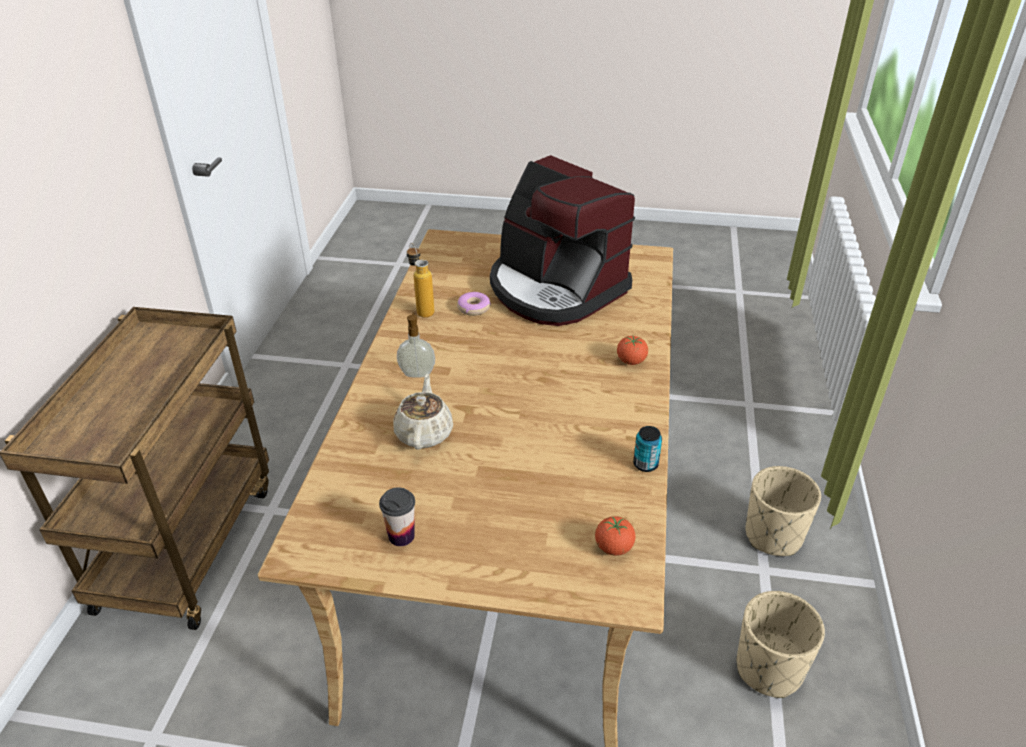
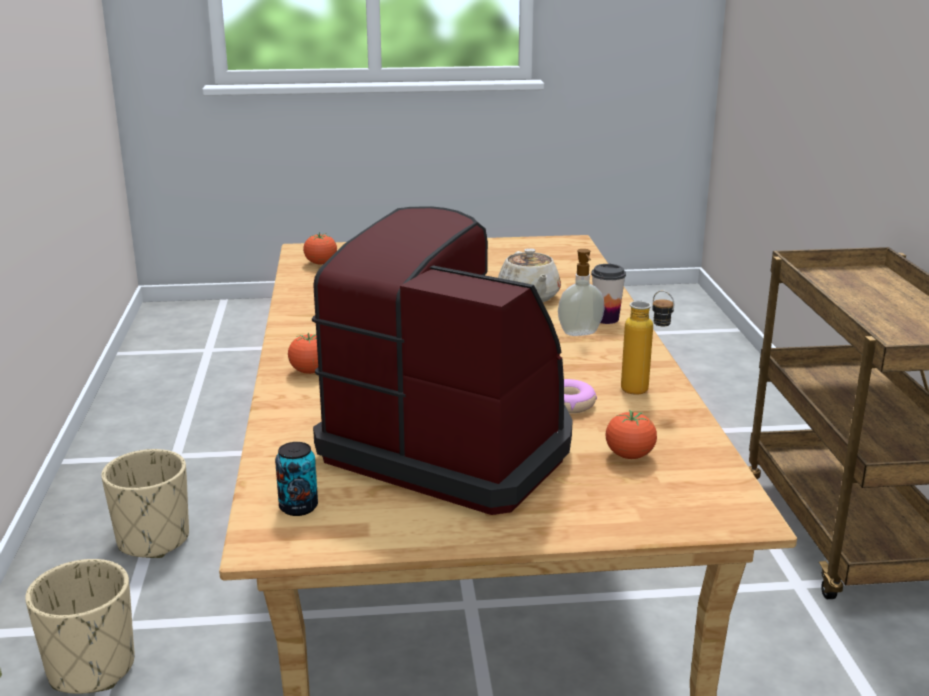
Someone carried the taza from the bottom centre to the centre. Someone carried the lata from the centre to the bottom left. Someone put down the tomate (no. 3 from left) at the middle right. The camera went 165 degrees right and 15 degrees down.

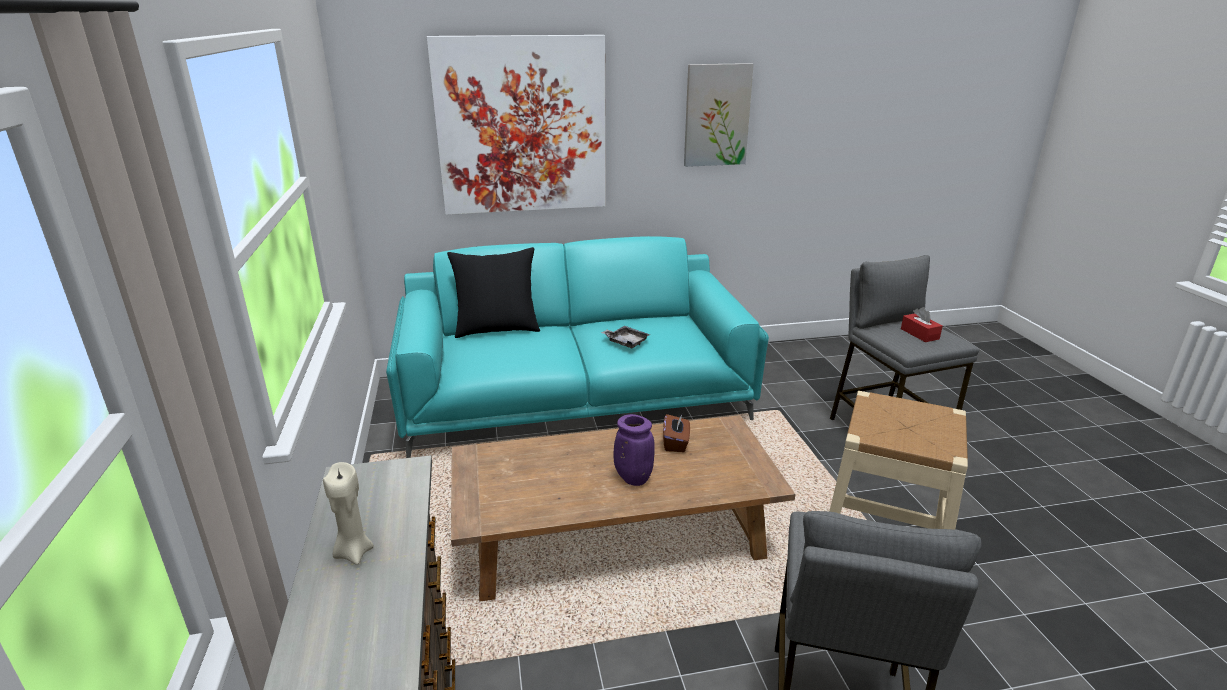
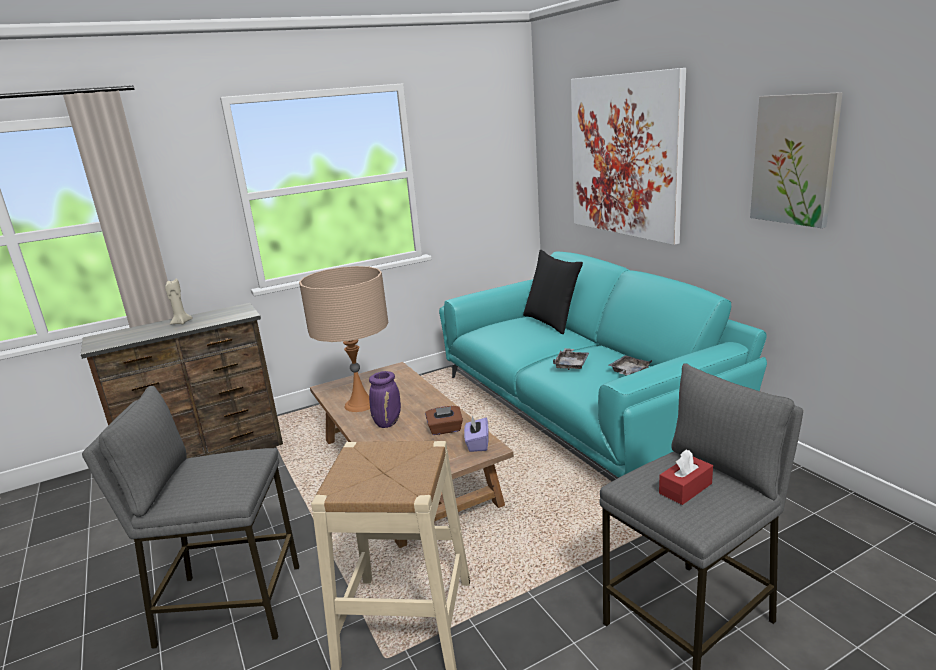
Someone put down the lámpara de mesa [beis] at the centre. Someone put down the caja de pañuelos [morado] at the centre. Someone put down the bandeja [gris] (no. 2 from left) at the middle right. The camera went 75 degrees right and 5 degrees down.

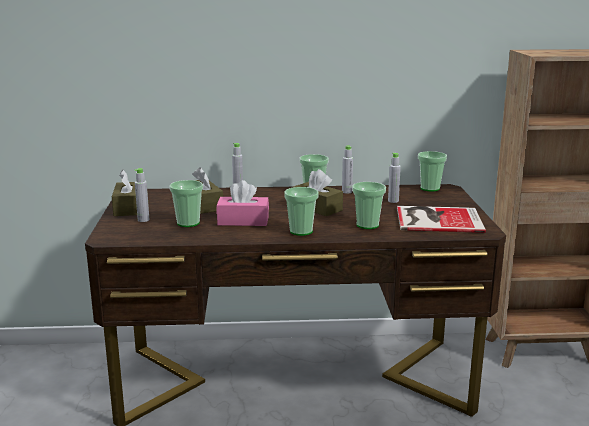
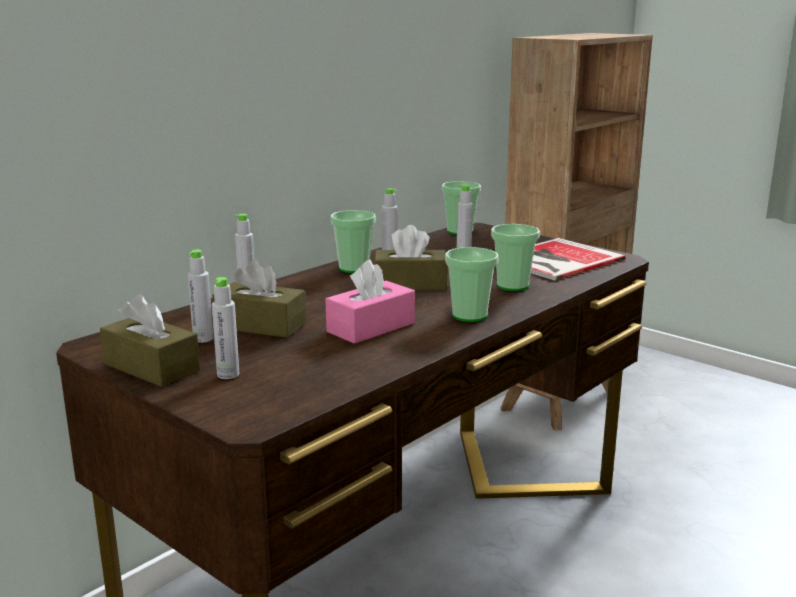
Someone took away the taza (no. 1 from left) at the middle left. Someone put down the botella [gris] (no. 1 from left) at the middle left. The camera went 45 degrees left and 0 degrees up.

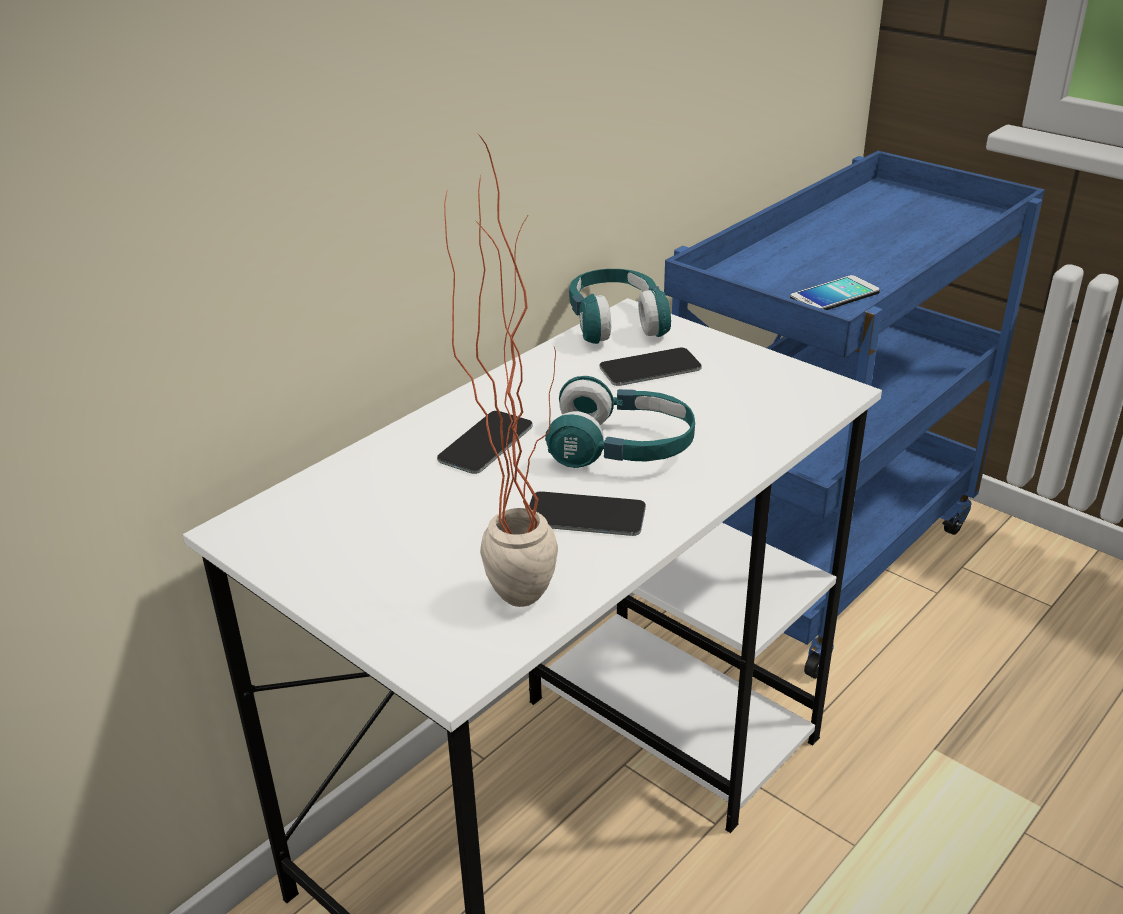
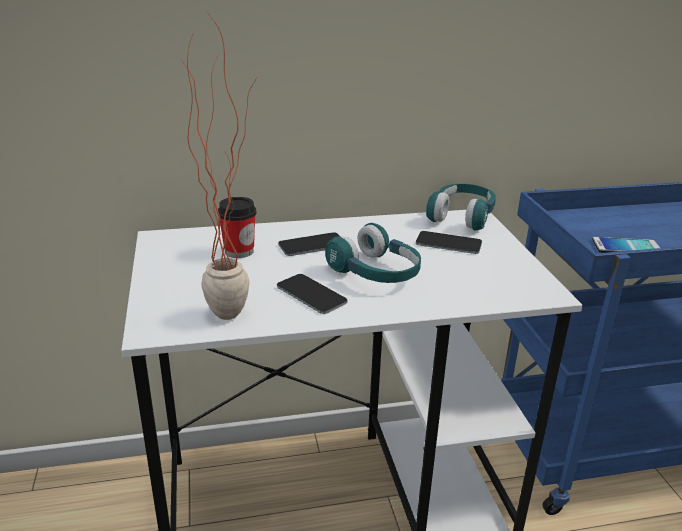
Someone put down the taza at the centre. The camera went 35 degrees right and 5 degrees down.

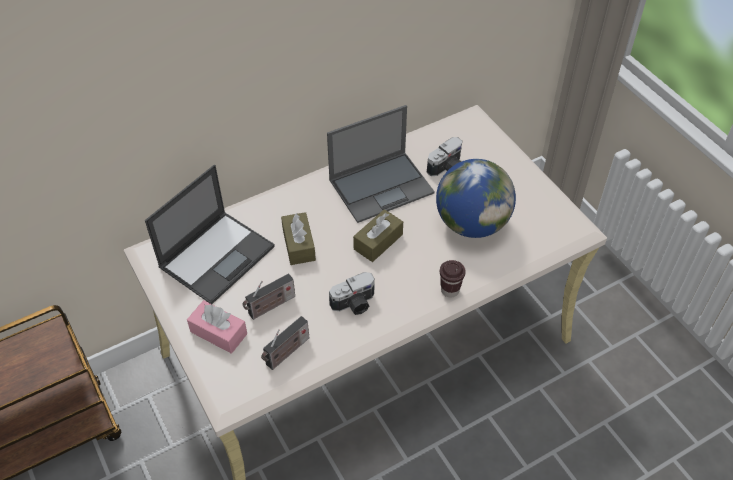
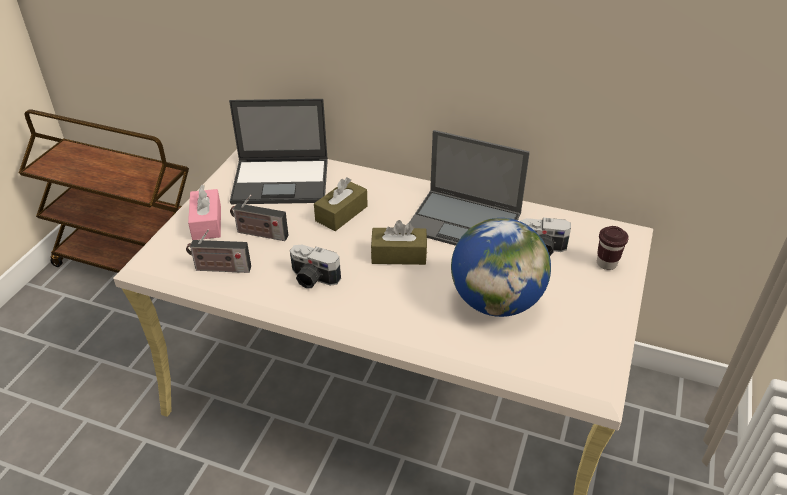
Someone carried the taza [marrón] from the centre to the middle right. The camera went 50 degrees right and 10 degrees down.

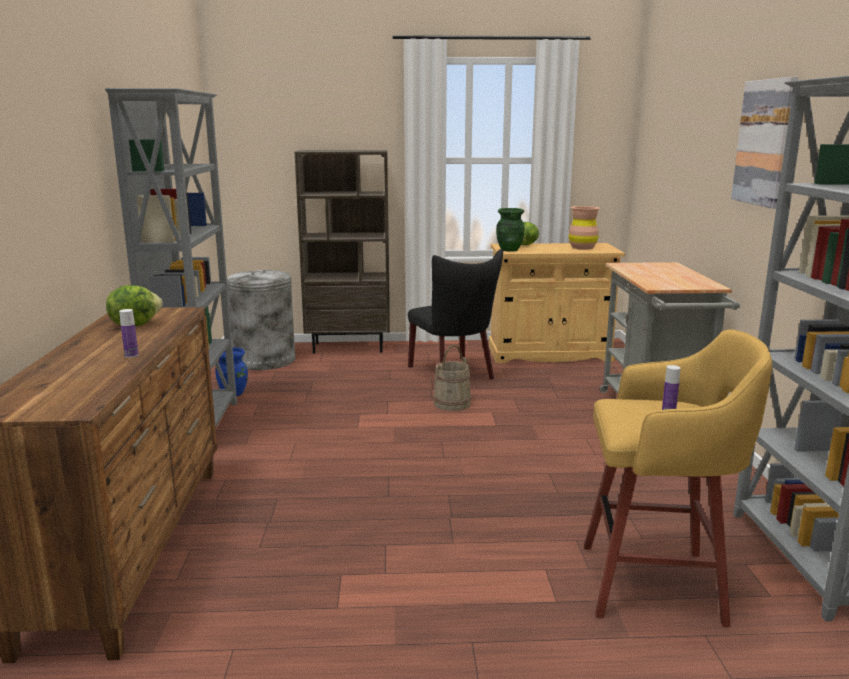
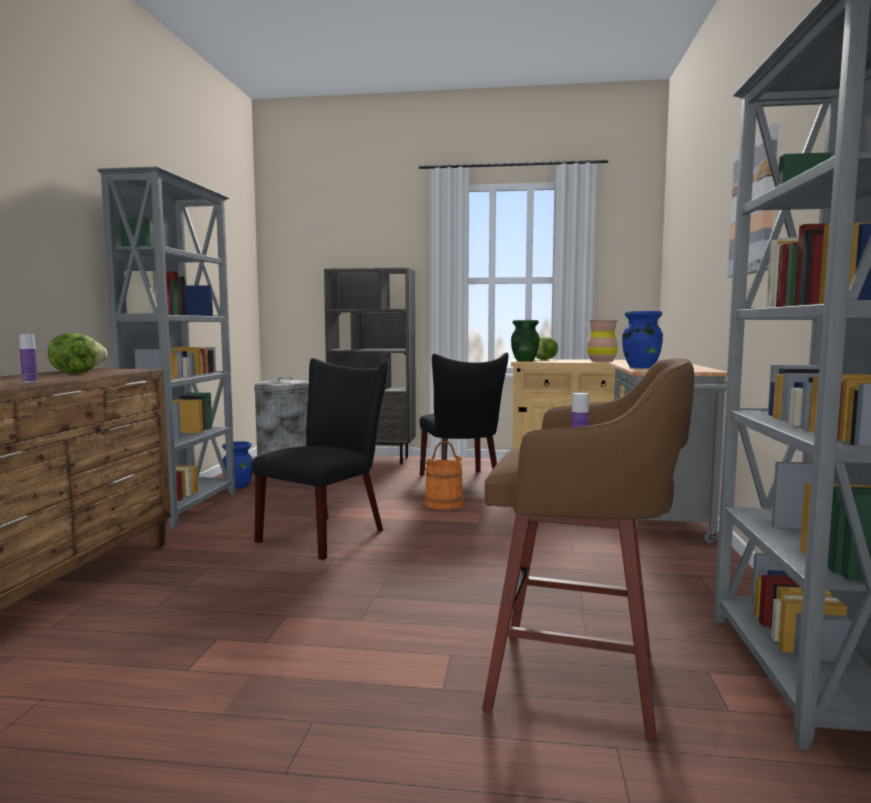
Someone repainted the cubo [beis] at the centre, which became the cubo [naranja] at the centre. Someone repainted the taburete [amarillo] at the bottom right, which became the taburete [marrón] at the bottom right. Someone put down the silla [negro] (no. 1 from left) at the centre. Someone put down the florero [azul] (no. 2 from left) at the middle right. The camera went 10 degrees right and 10 degrees down.

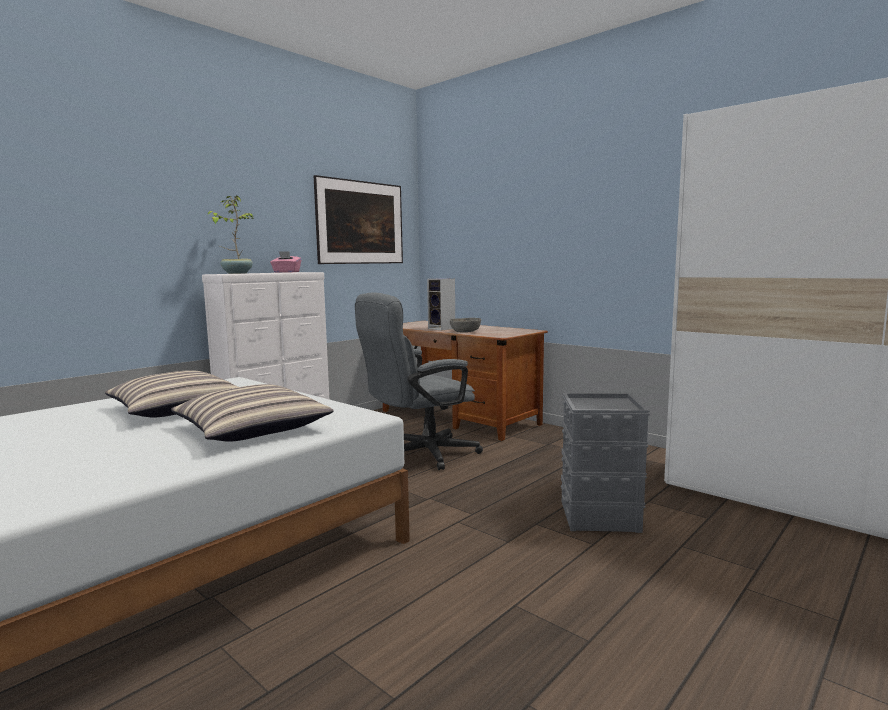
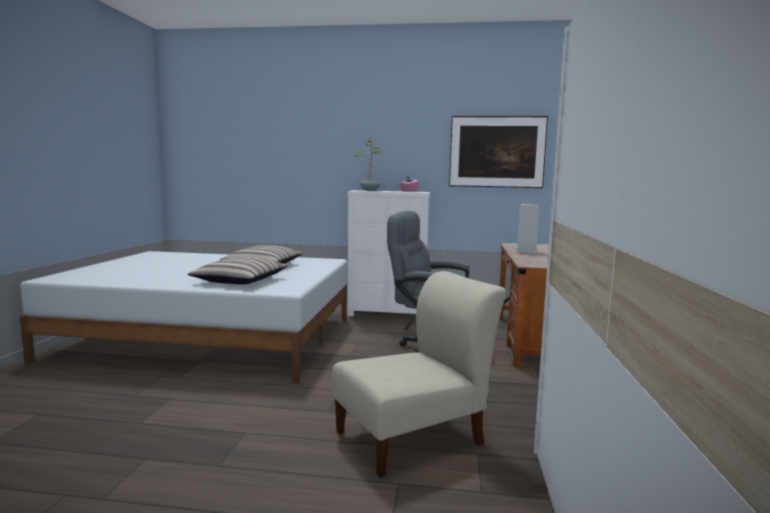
Someone took away the cuenco [gris] at the centre. Someone swapped the caja de almacenaje [gris] at the middle right for the silla [beis] at the bottom centre. The camera went 55 degrees right and 0 degrees up.

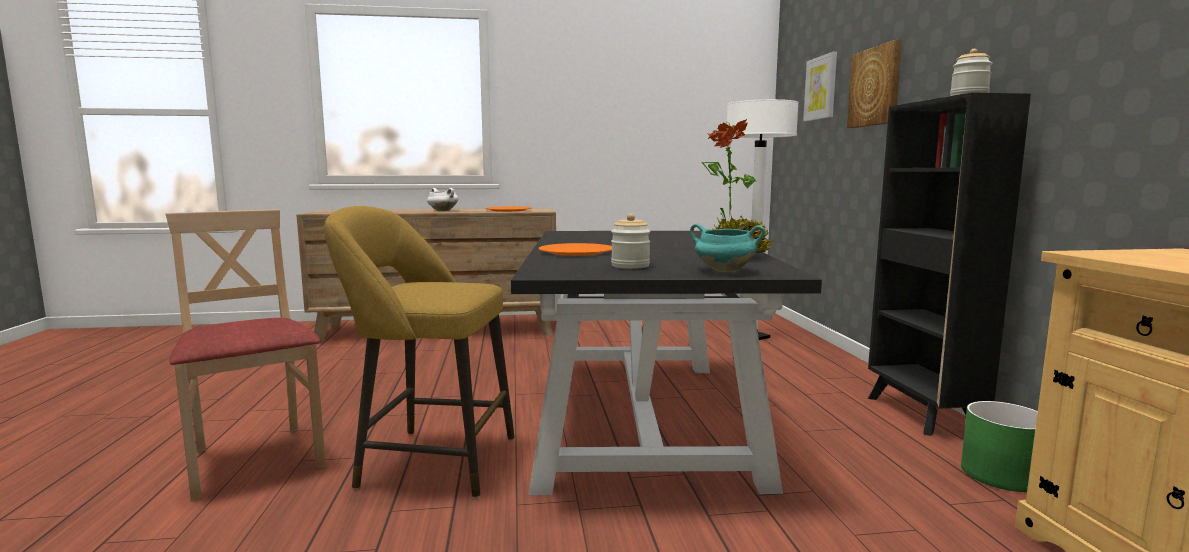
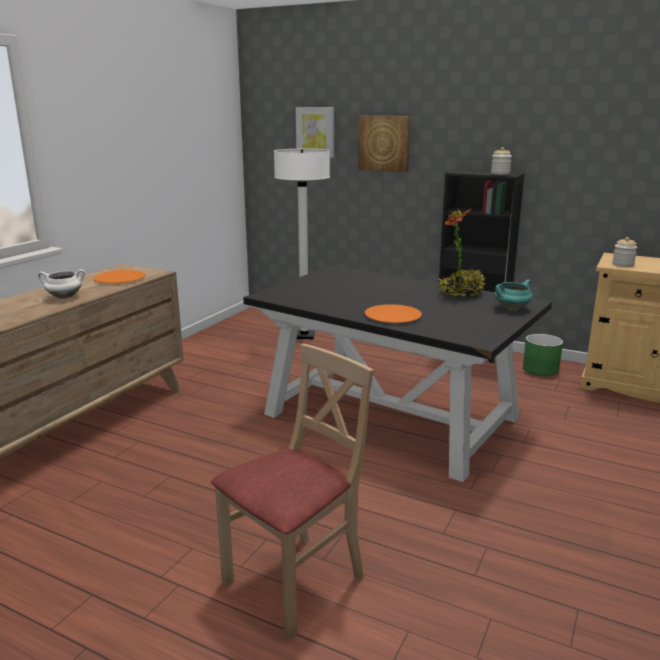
Someone rotated the silla [beis] at the middle left by 135 degrees clockwise. Someone took away the taburete [amarillo] at the centre. Someone carried the tarro (no. 1 from left in the first image) from the centre to the middle right. The camera went 55 degrees left and 10 degrees up.

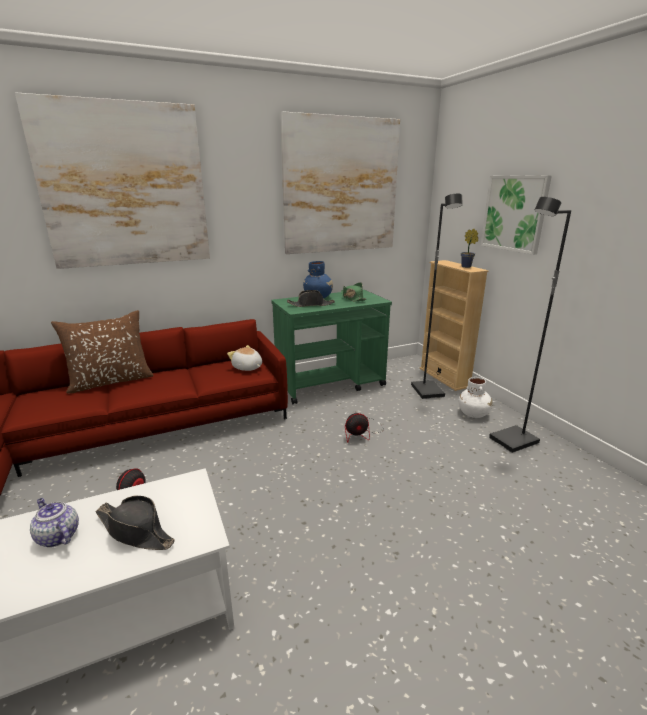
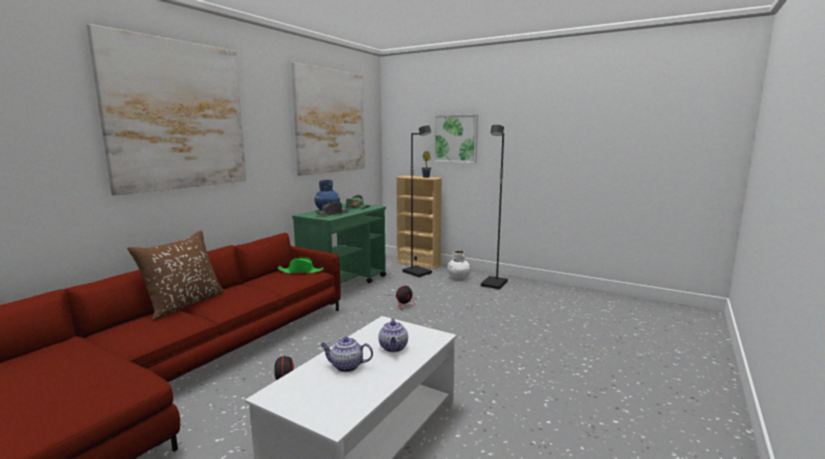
Someone swapped the sombrero [negro] (no. 1 from left) at the bottom left for the tetera (no. 2 from left) at the bottom centre. Someone swapped the peluche at the centre for the sombrero [verde] (no. 1 from left) at the centre. The camera went 35 degrees left and 10 degrees down.

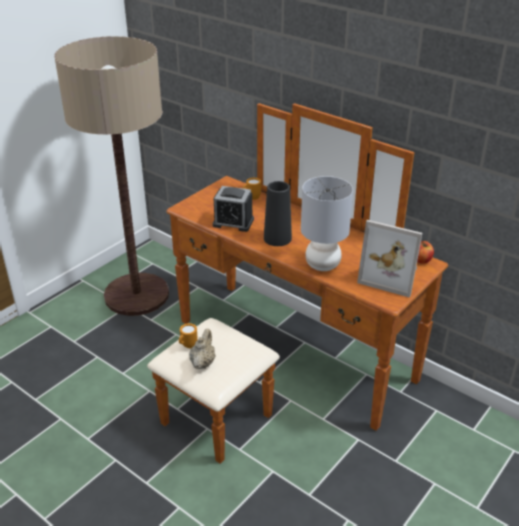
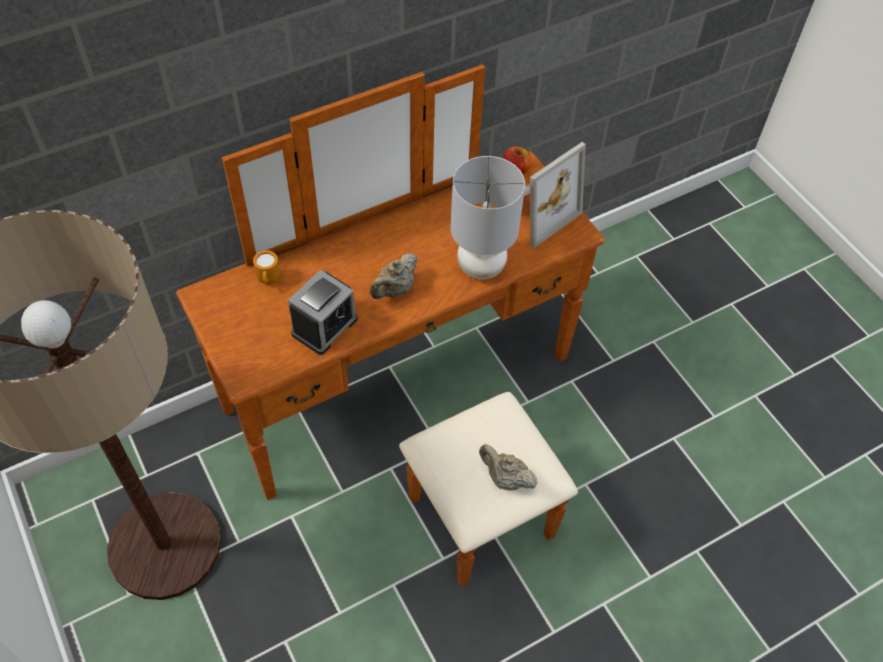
Someone took away the taza grande [naranja] (no. 1 from left) at the centre. Someone swapped the florero [negro] at the centre for the tetera [beis] (no. 1 from left) at the centre. The camera went 70 degrees left and 20 degrees up.

